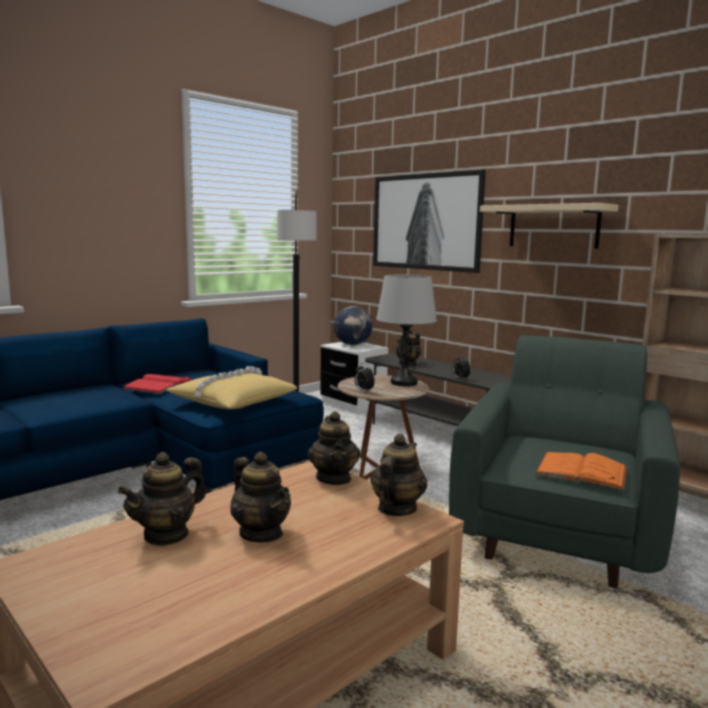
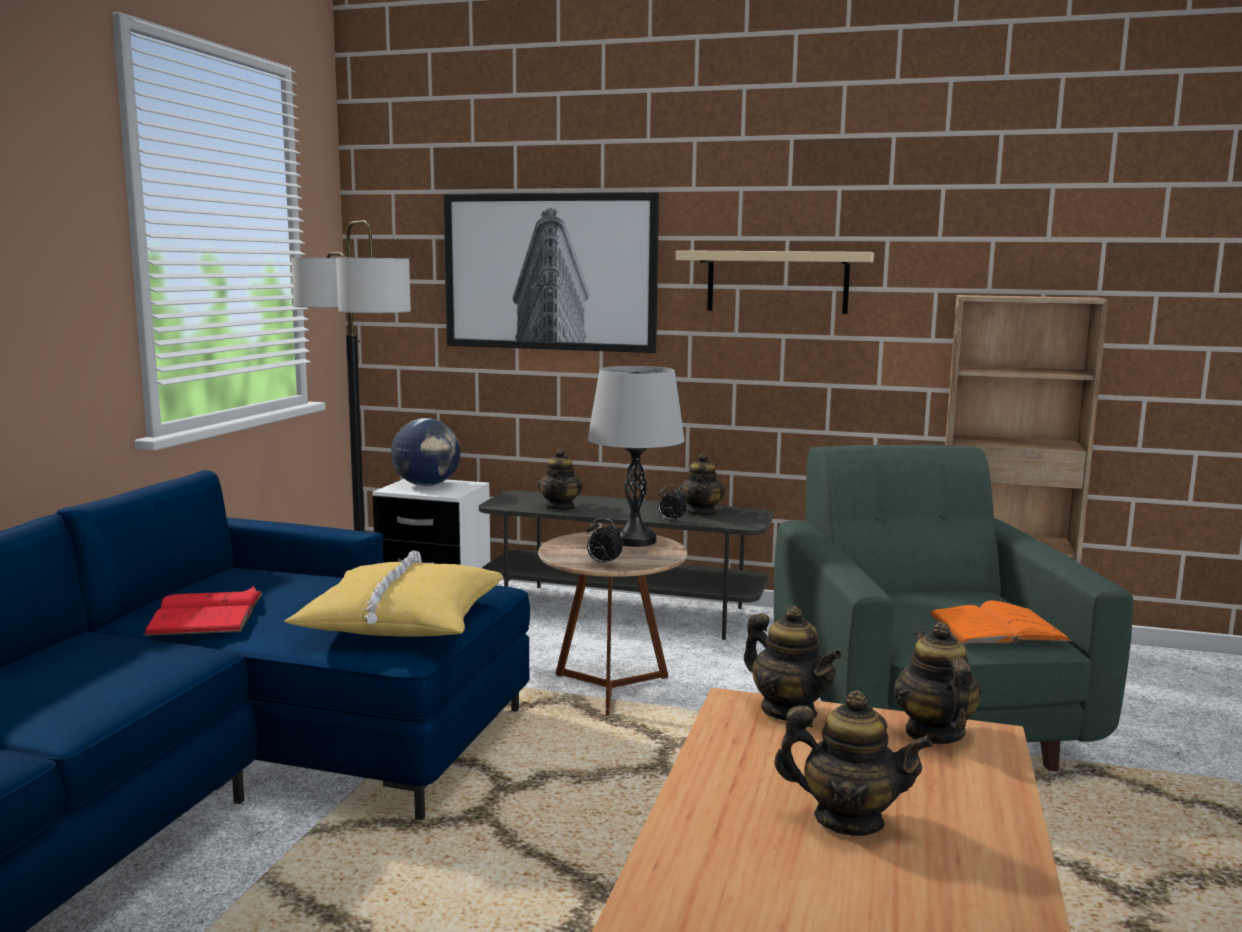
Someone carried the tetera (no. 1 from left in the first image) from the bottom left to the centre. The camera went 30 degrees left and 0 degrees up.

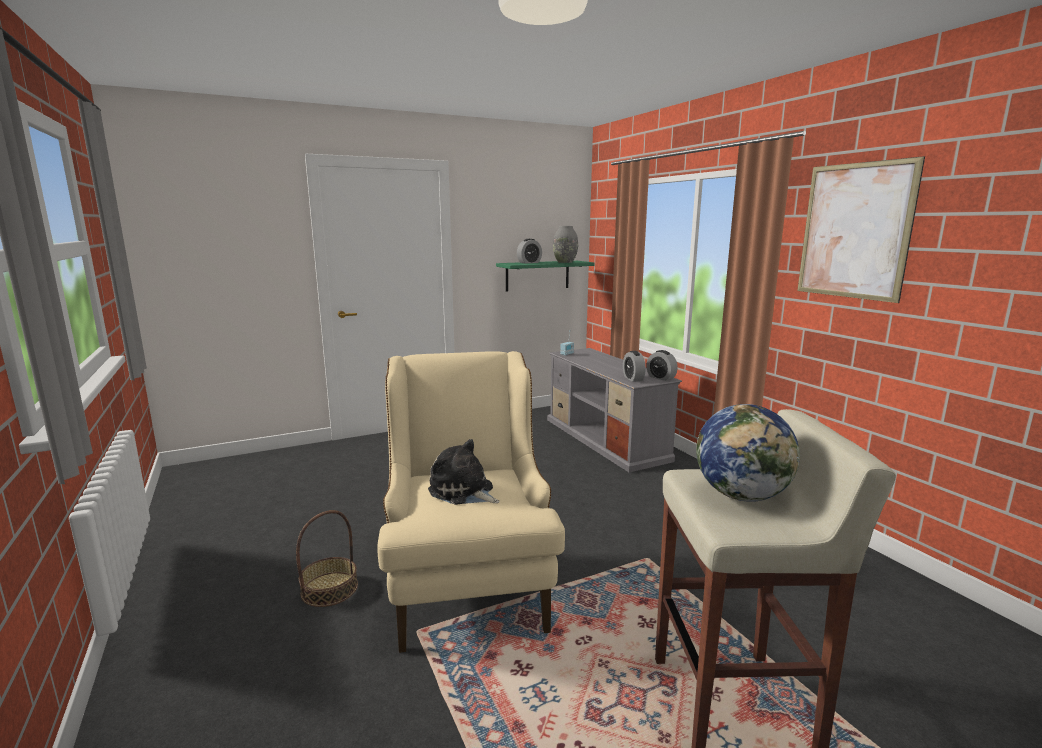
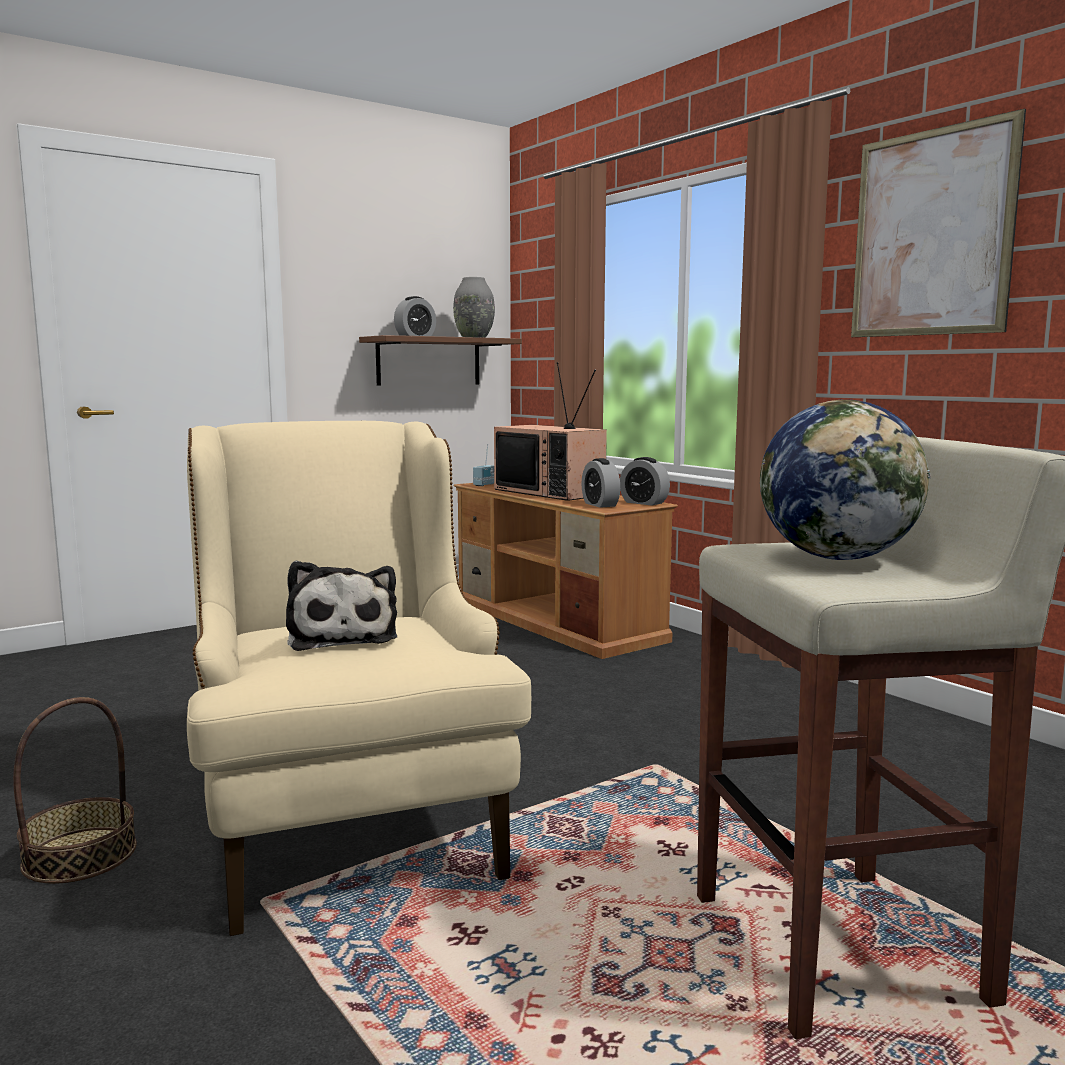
Someone rotated the peluche at the centre by 135 degrees counterclockwise. Someone repainted the estante [verde] at the centre, which became the estante [marrón] at the centre. Someone repainted the mueble de televisión [gris] at the centre, which became the mueble de televisión [marrón] at the centre. Someone put down the televisor at the centre. The camera went 10 degrees left and 5 degrees down.

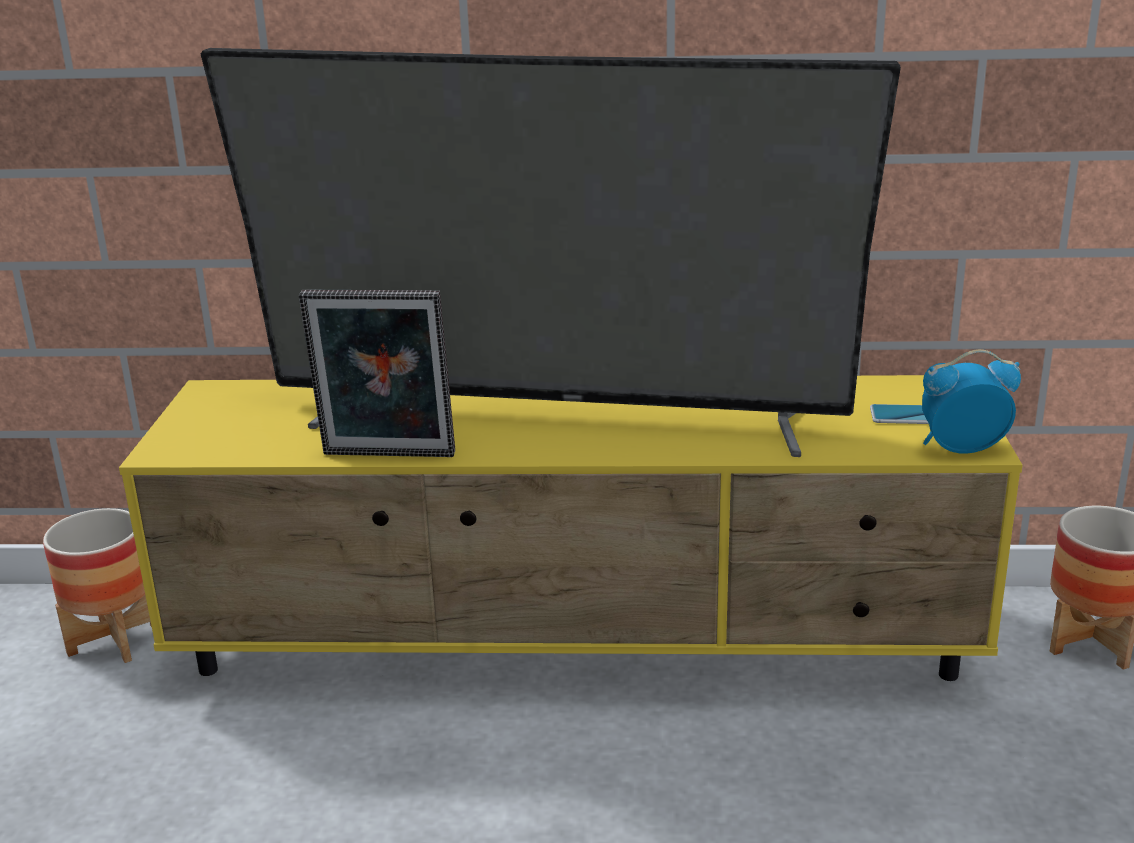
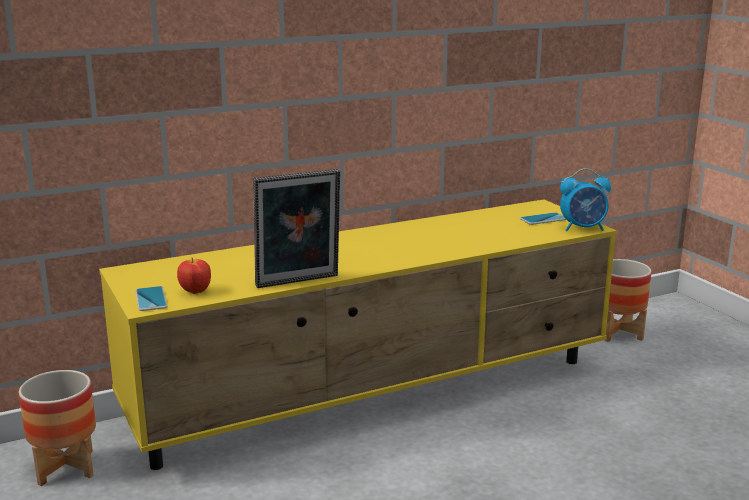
Someone took away the televisor at the top centre. Someone rotated the despertador at the middle right by 150 degrees counterclockwise. Someone put down the móvil (no. 1 from left) at the middle left. Someone put down the manzana at the middle left. The camera went 30 degrees left and 5 degrees down.

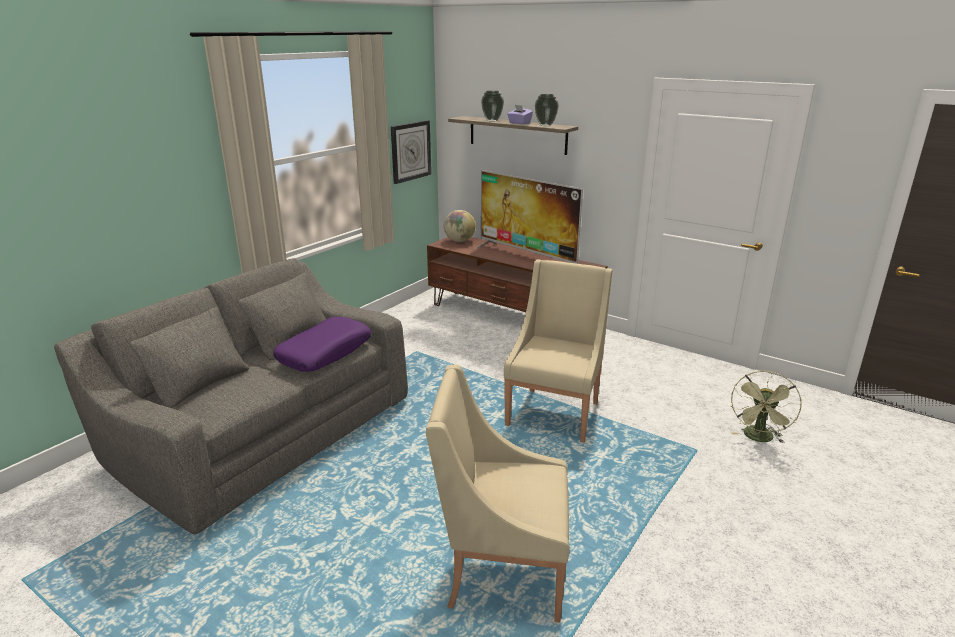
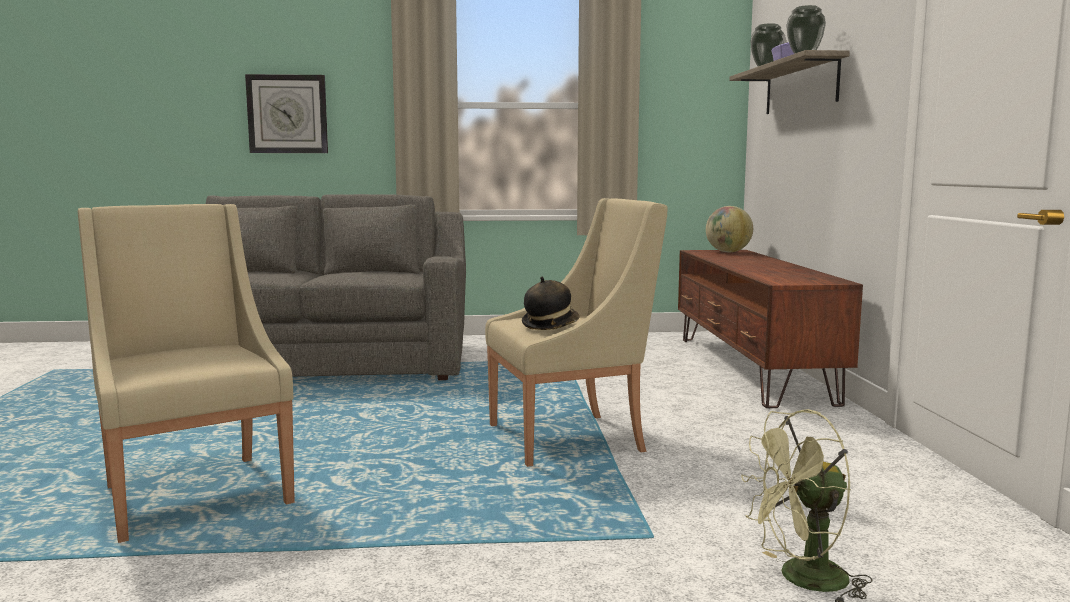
Someone took away the cojín [morado] at the centre. Someone carried the reloj de pared from the top centre to the top left. Someone took away the televisor at the centre. Someone put down the sombrero at the centre. The camera went 50 degrees right and 15 degrees down.

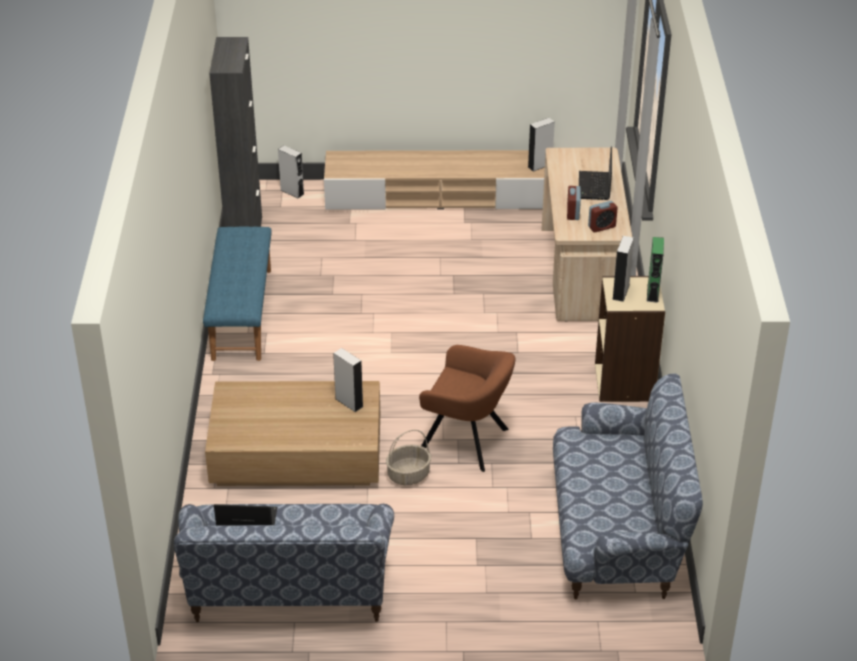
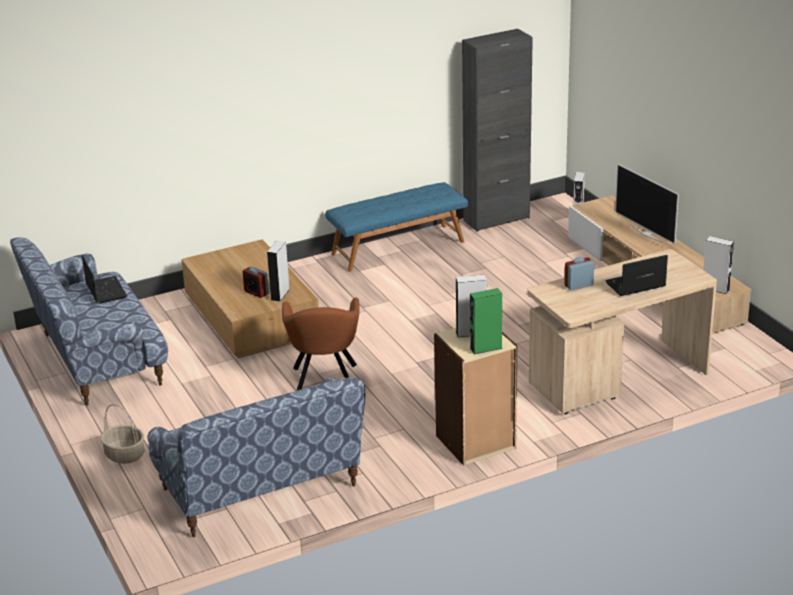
Someone carried the cesta from the bottom centre to the bottom left. Someone carried the despertador (no. 2 from left in the first image) from the top right to the middle left. Someone put down the televisor at the middle right. The camera went 65 degrees right and 10 degrees down.

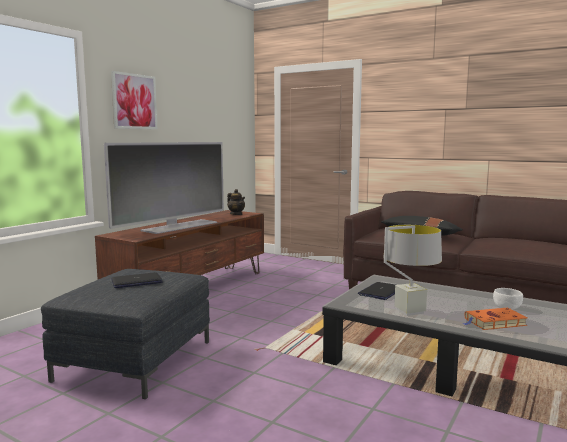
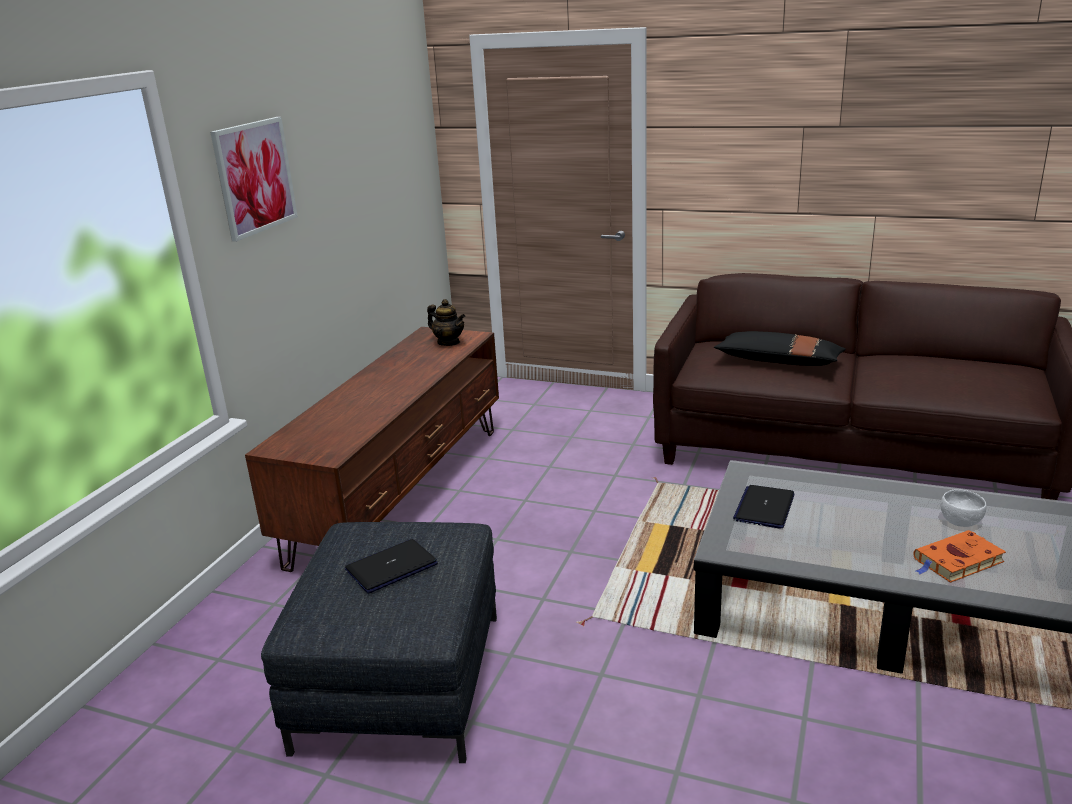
Someone took away the televisor at the middle left. Someone took away the lámpara de mesa [gris] at the middle right. The camera went 10 degrees left and 15 degrees up.

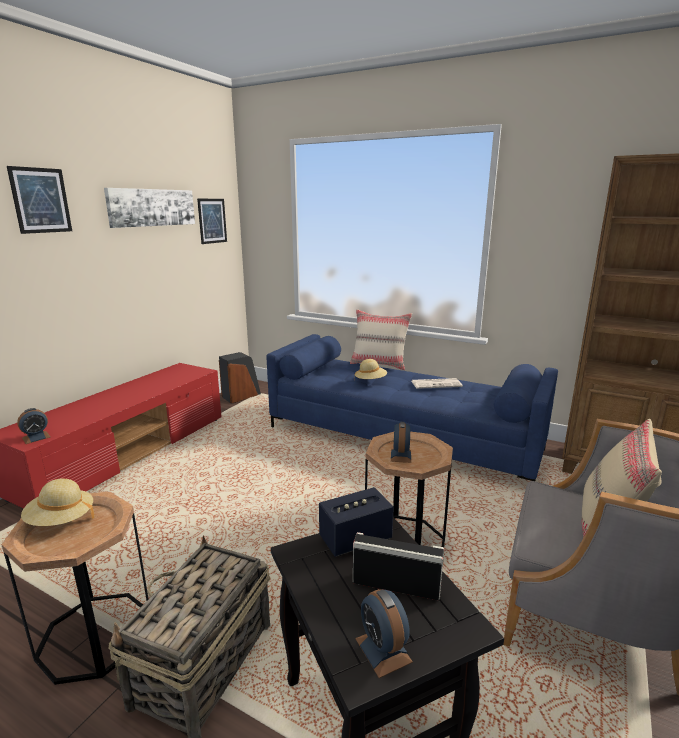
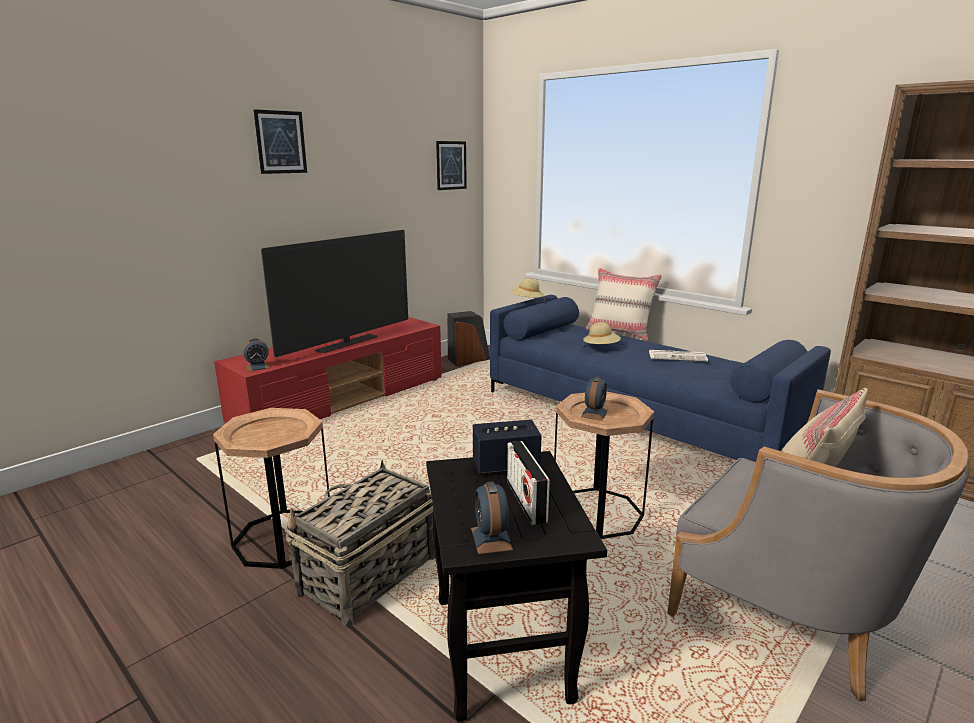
Someone carried the sombrero [beis] (no. 1 from left) from the bottom left to the centre. Someone took away the cuadro (no. 2 from left) at the top left. Someone rotated the radio at the bottom centre by 135 degrees counterclockwise. Someone put down the televisor at the centre. The camera went 15 degrees right and 0 degrees up.

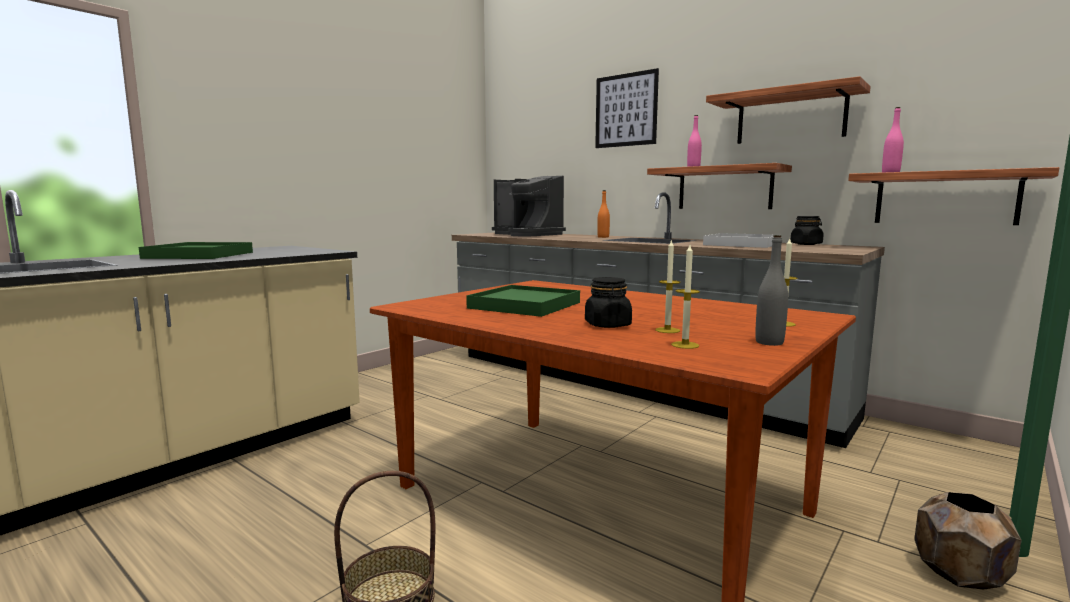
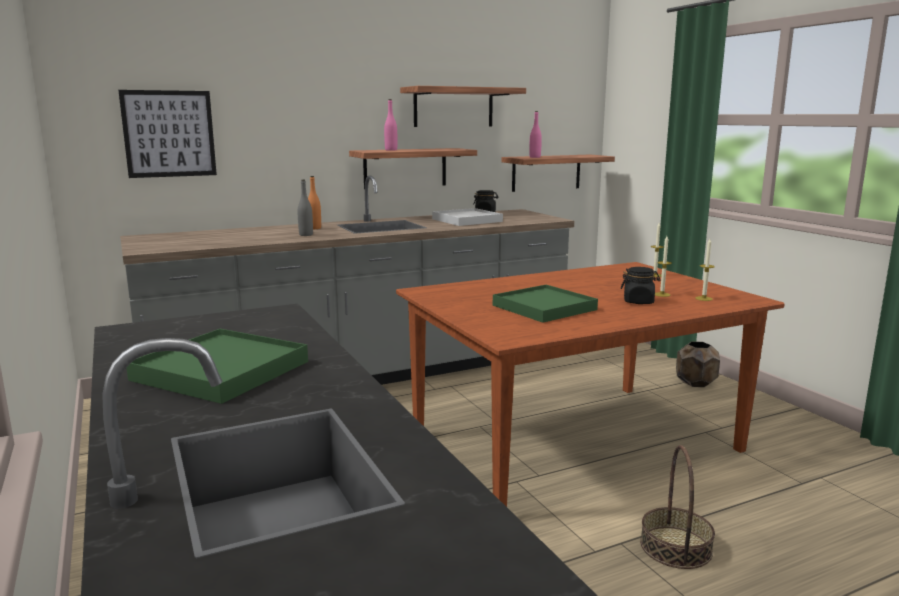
Someone took away the cafetera at the centre. Someone carried the cuadro from the top centre to the top left. Someone carried the botella [gris] from the middle right to the centre. The camera went 65 degrees left and 5 degrees up.

